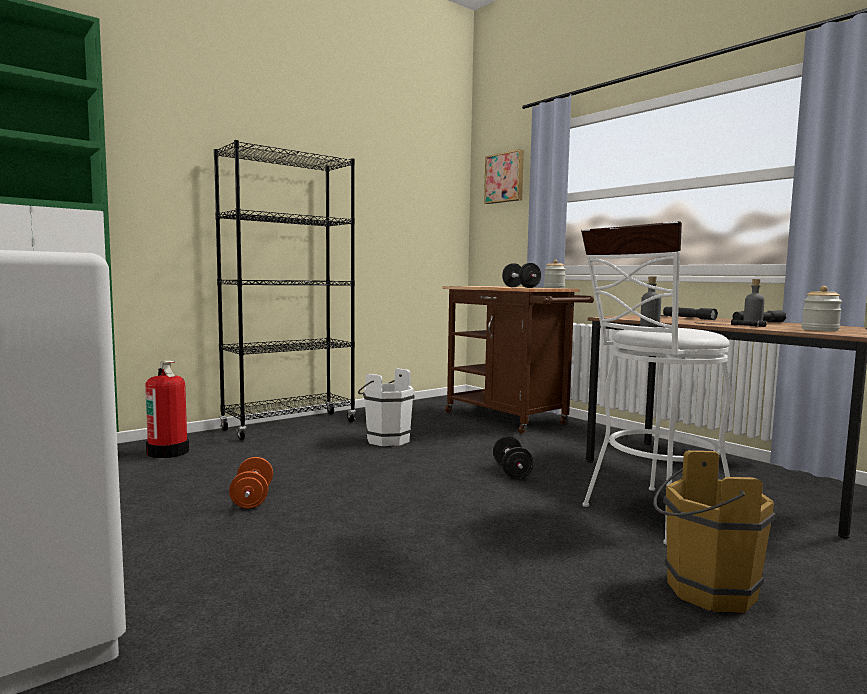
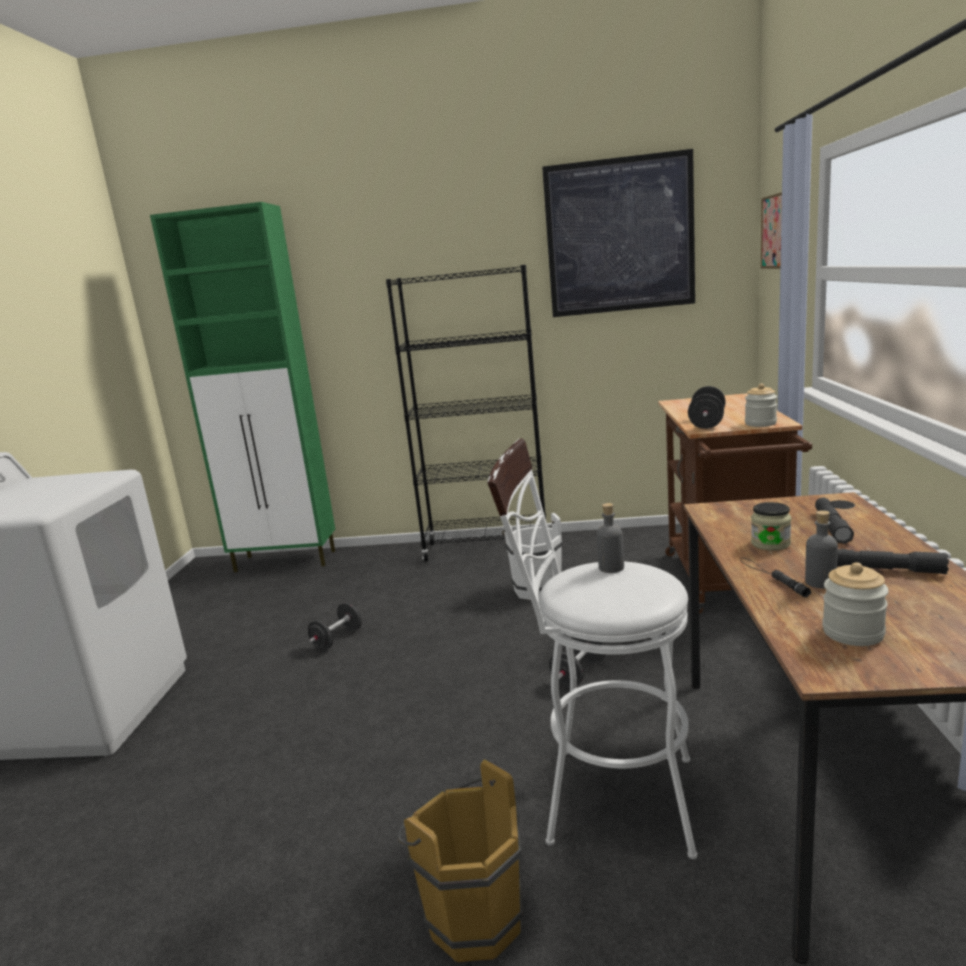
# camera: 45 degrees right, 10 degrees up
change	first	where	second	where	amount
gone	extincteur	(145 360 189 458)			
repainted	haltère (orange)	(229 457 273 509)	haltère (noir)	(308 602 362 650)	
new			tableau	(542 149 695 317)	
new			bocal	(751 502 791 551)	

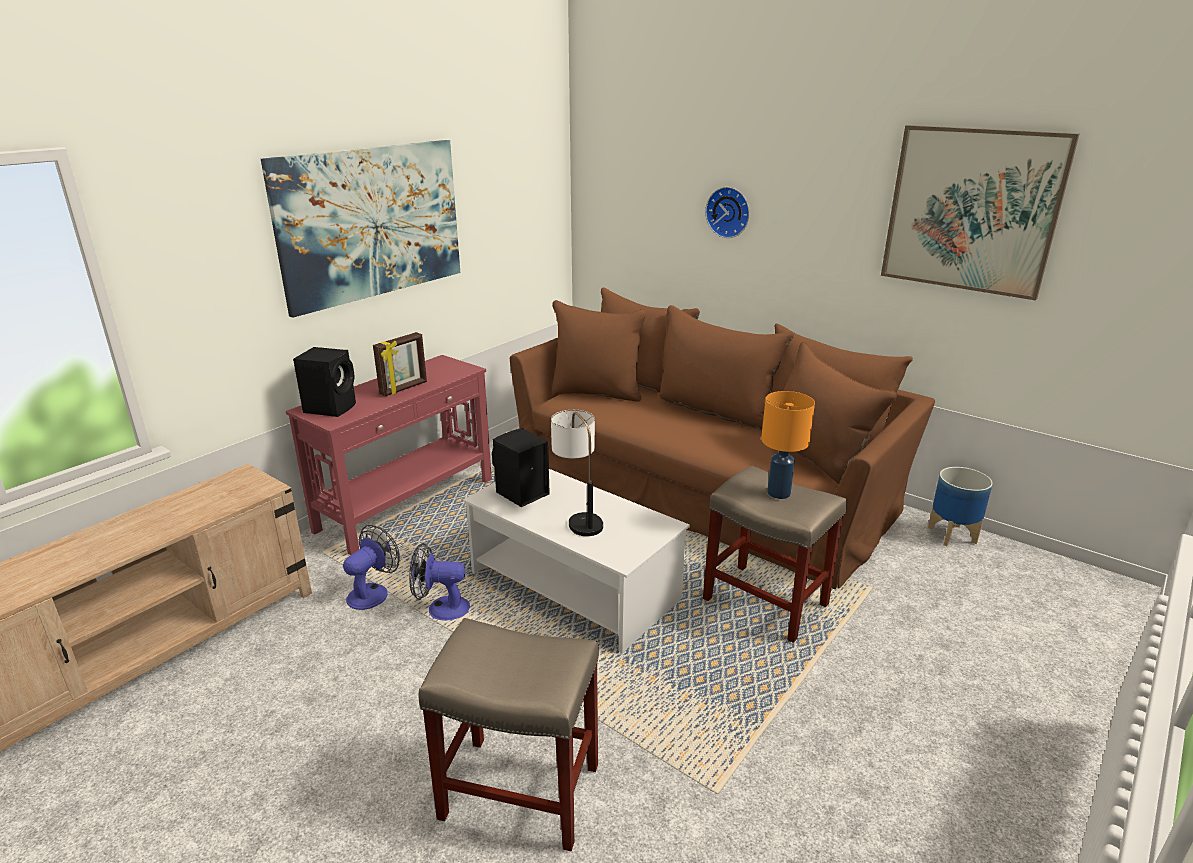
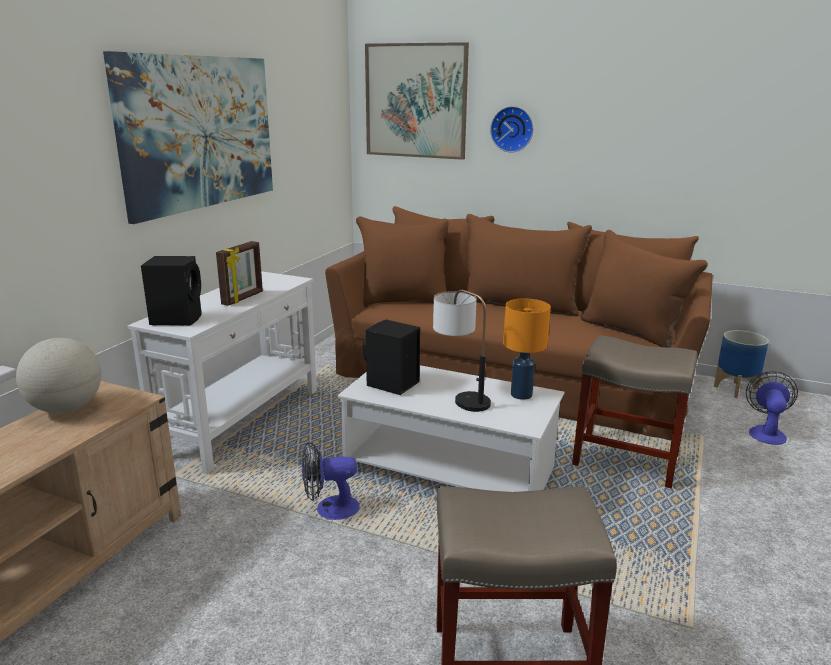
# camera: 15 degrees left, 5 degrees down
change	first	where	second	where	amount
repainted	table console (rouge)	(286 355 492 555)	table console (blanc)	(128 271 317 474)	
shifted	ventilateur	(343 525 400 610)		(746 371 798 445)	
shifted	lampe de table (orange)	(761 391 815 499)		(503 299 551 400)	
shifted	tableau	(881 125 1079 300)		(365 42 469 160)	
new			globe	(16 338 101 413)	

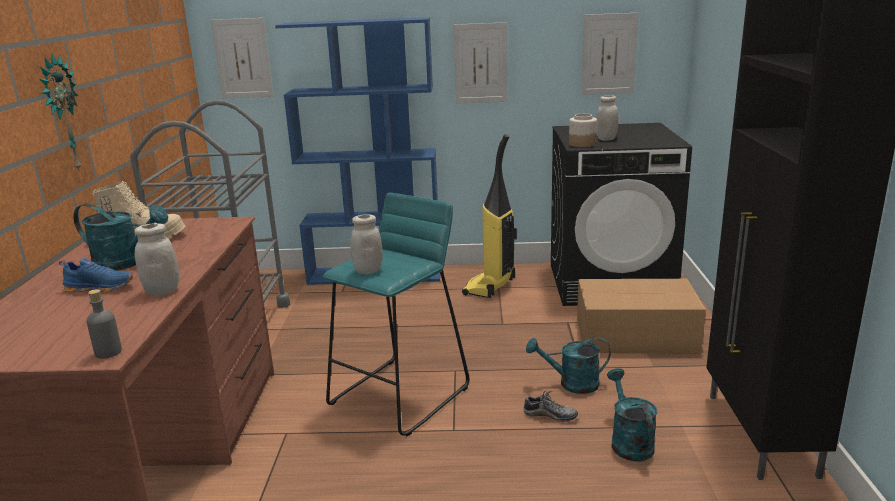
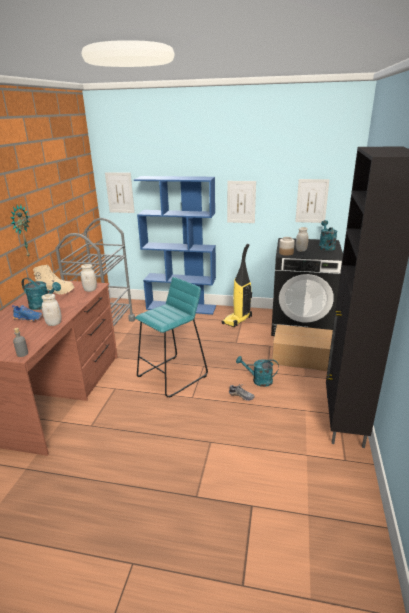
# camera: 10 degrees right, 5 degrees up
change	first	where	second	where	amount
shifted	bocal (blanc)	(350 214 383 274)		(81 264 97 292)	
shifted	arrosoir (turquoise)	(607 368 657 462)		(319 220 337 251)	

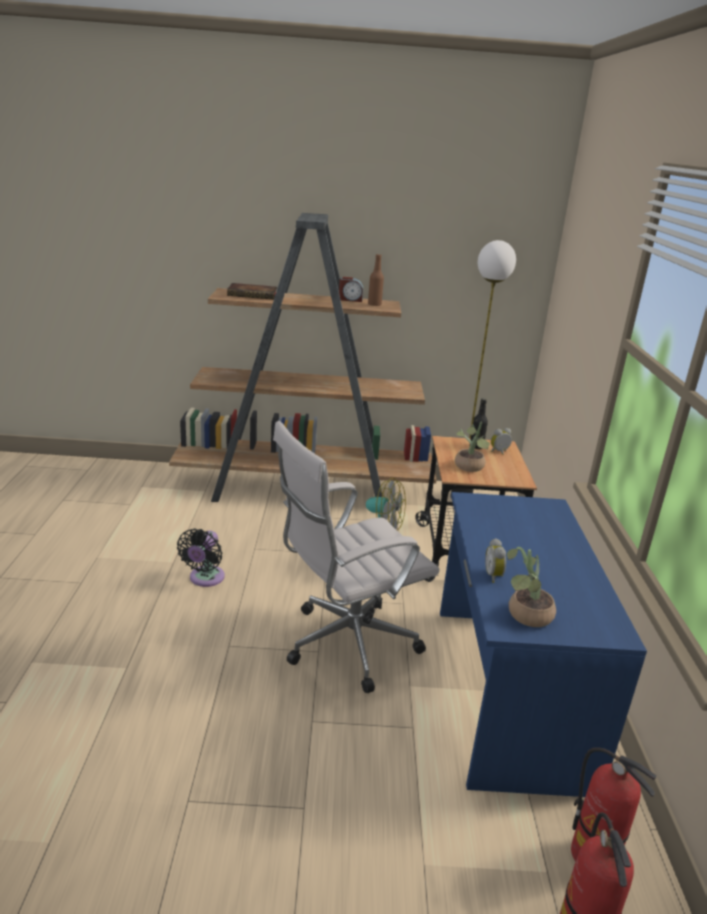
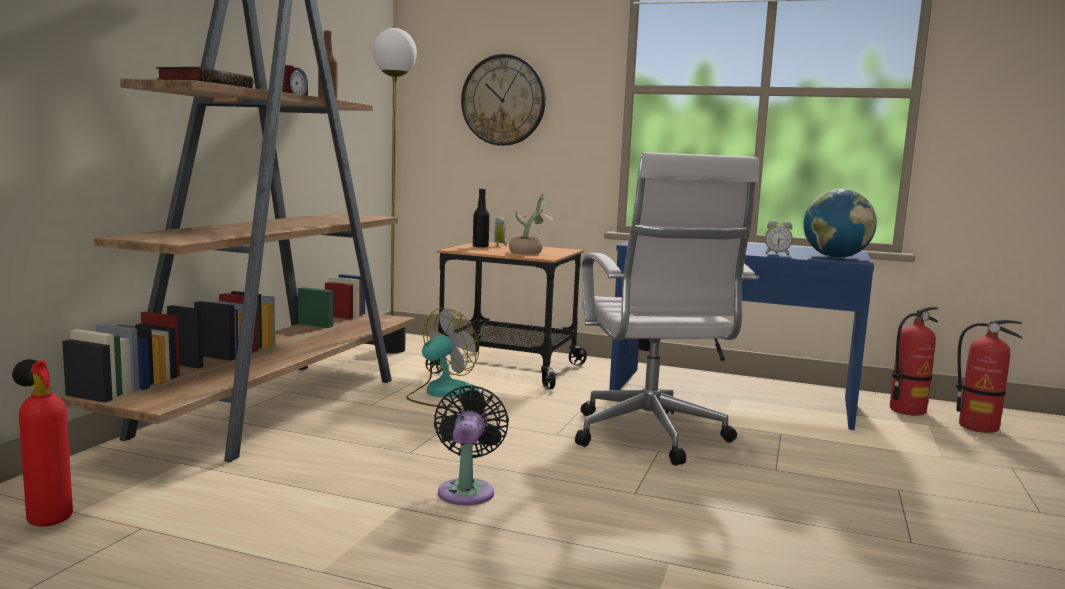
# camera: 70 degrees left, 15 degrees down
change	first	where	second	where	amount
rotated	ventilateur (noir)	(177 529 225 587)		(434 385 509 506)	120 degrees counterclockwise
swapped	plante en pot	(507 547 556 627)	globe	(803 189 877 258)	
new			extincteur	(12 359 73 526)	
new			horloge murale	(461 54 546 146)	

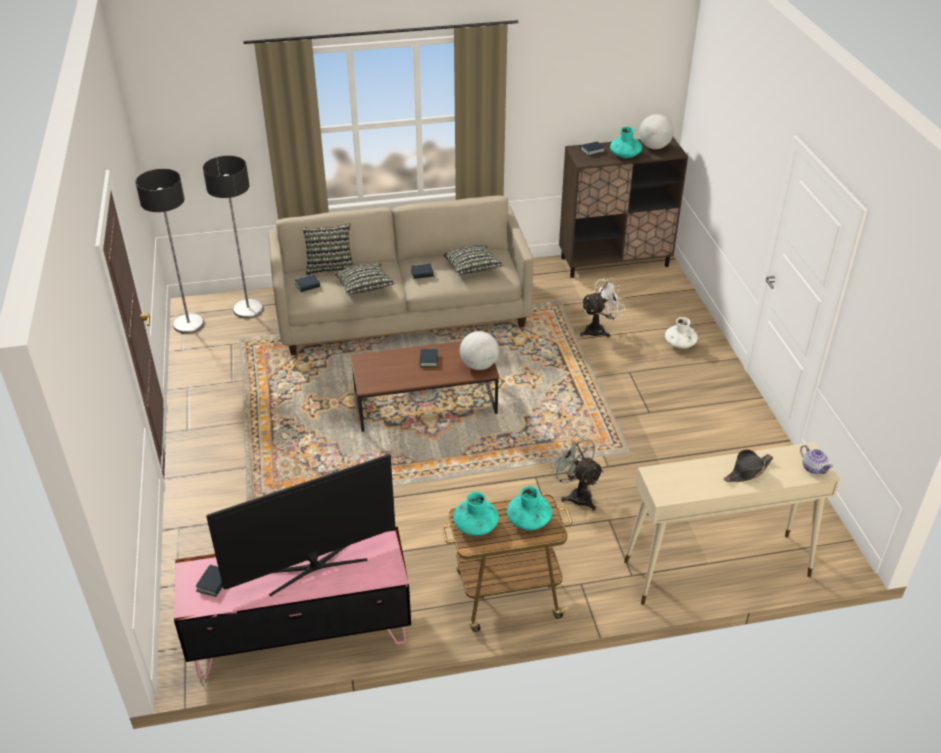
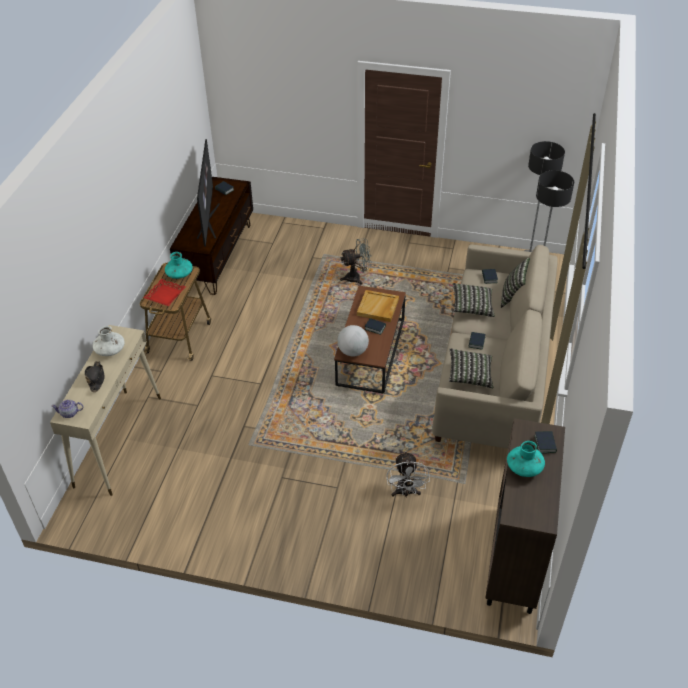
# camera: 115 degrees right, 5 degrees up
change	first	where	second	where	amount
repainted	meuble télé (rose)	(174 527 411 677)	meuble télé (marron)	(170 177 253 295)	
swapped	vase (turquoise)	(507 486 552 530)	plateau (rouge)	(144 279 186 306)	
shifted	ventilateur (gris)	(549 434 603 511)		(340 239 372 284)	
gone	globe	(639 114 674 149)			
shifted	vase (blanc)	(665 317 698 349)		(93 326 125 356)	
new			plateau (beige)	(357 290 399 322)	

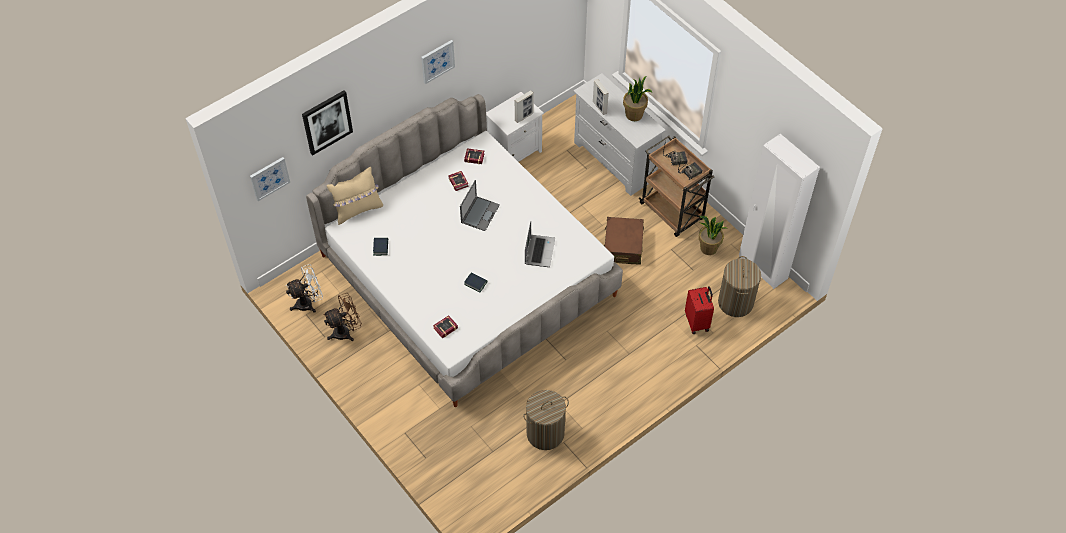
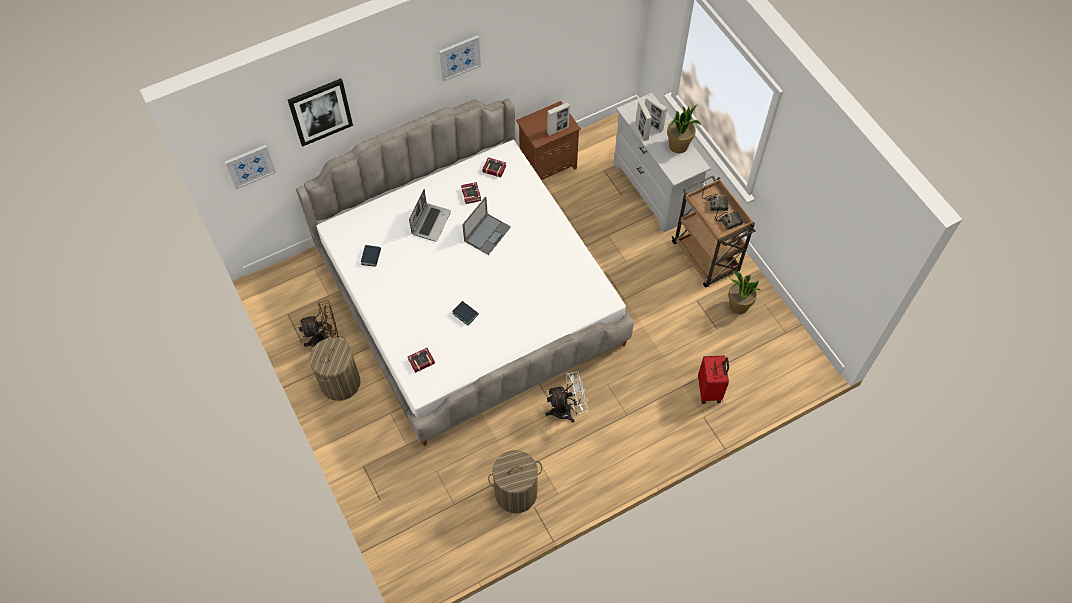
# camera: 10 degrees right, 5 degrees up
change	first	where	second	where	amount
shifted	ventilateur (blanc)	(286 264 323 313)		(545 371 588 423)	
gone	coussin (beige)	(327 167 383 225)			
repainted	table de chevet (blanc)	(486 92 544 162)	table de chevet (marron)	(516 101 581 180)	
shifted	ordinateur portable	(525 222 555 267)		(409 189 451 242)	
gone	valise (marron)	(604 217 644 265)			
shifted	panier à linge	(718 256 761 317)		(309 335 360 401)	
gone	armoire (blanc)	(739 134 820 289)			
new			cadre photo	(645 96 667 133)	

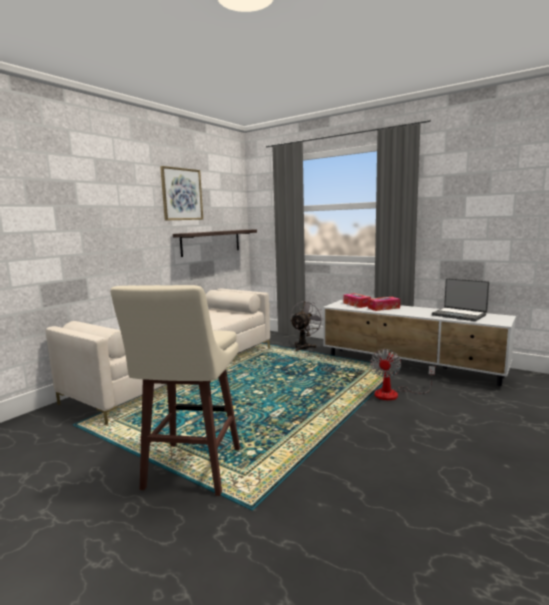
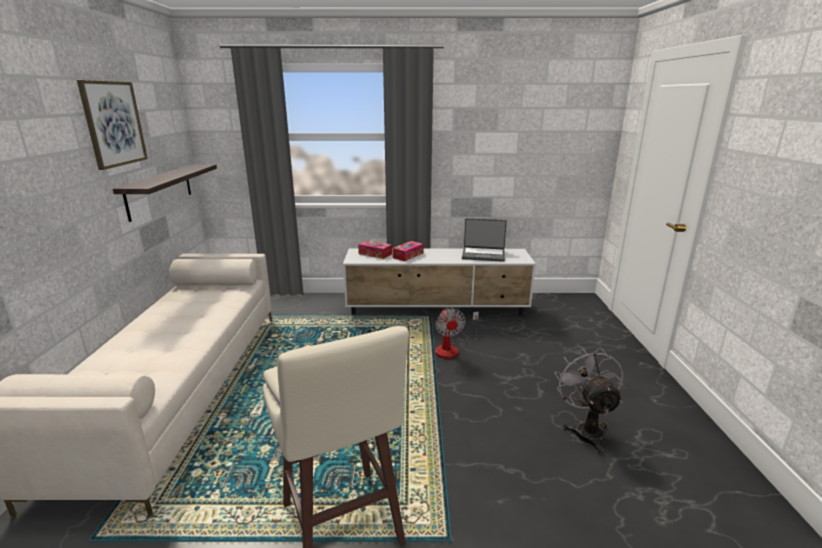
# camera: 35 degrees left, 10 degrees up
change	first	where	second	where	amount
shifted	ventilateur (gris)	(290 301 323 351)		(555 347 623 455)	

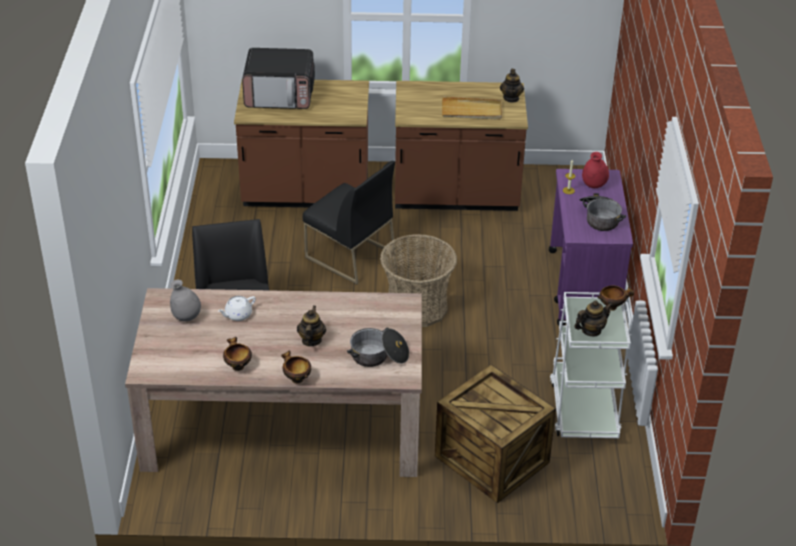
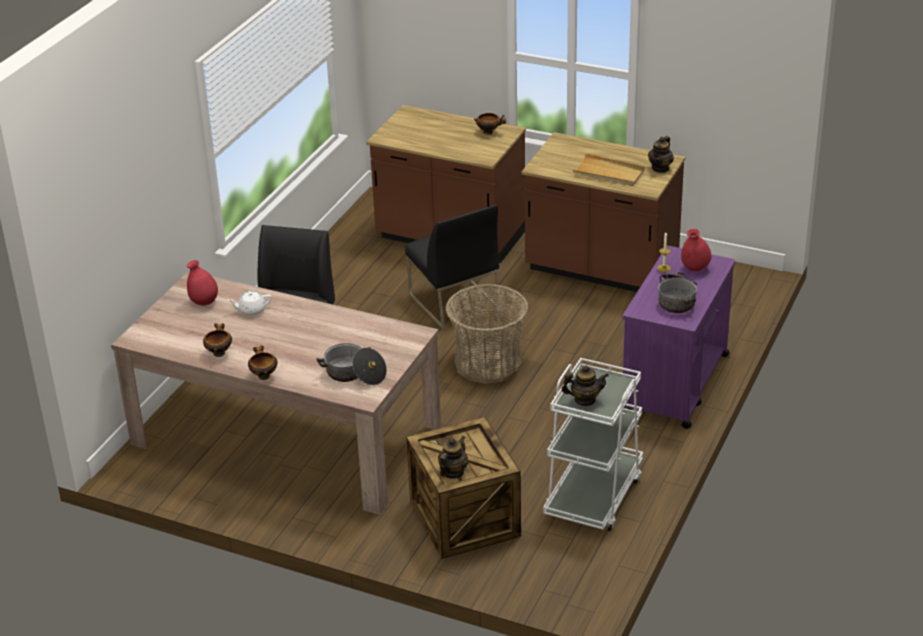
# camera: 25 degrees right, 5 degrees down
change	first	where	second	where	amount
repainted	vase (gris)	(170 280 201 322)	vase (rouge)	(187 260 218 306)	
gone	micro-ondes	(242 48 315 109)			
shifted	théière	(297 305 326 346)		(438 436 468 479)	
shifted	bol	(597 285 634 311)		(474 113 506 135)	

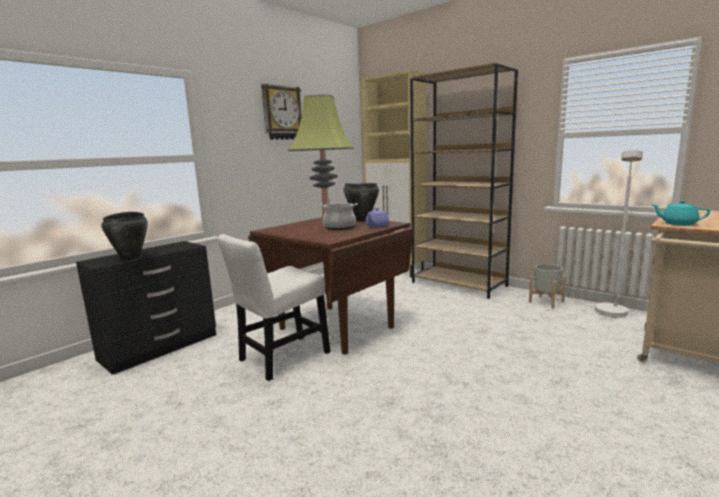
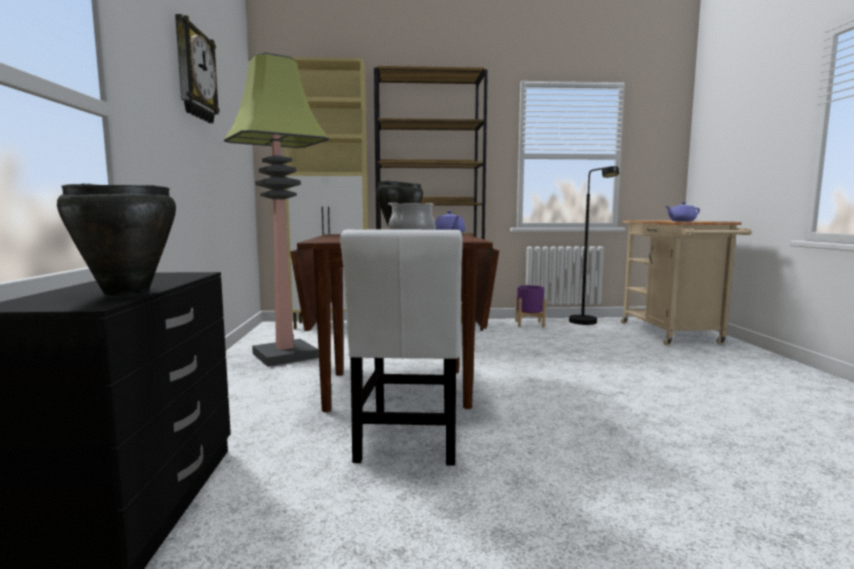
# camera: 45 degrees left, 5 degrees down
change	first	where	second	where	amount
repainted	cache-pot (gris)	(529 264 566 309)	cache-pot (violet)	(515 285 546 327)	
repainted	lampadaire (blanc)	(595 149 643 318)	lampadaire (noir)	(569 166 619 325)	
repainted	théière (turquoise)	(651 200 710 225)	théière (violet)	(665 202 700 222)	

